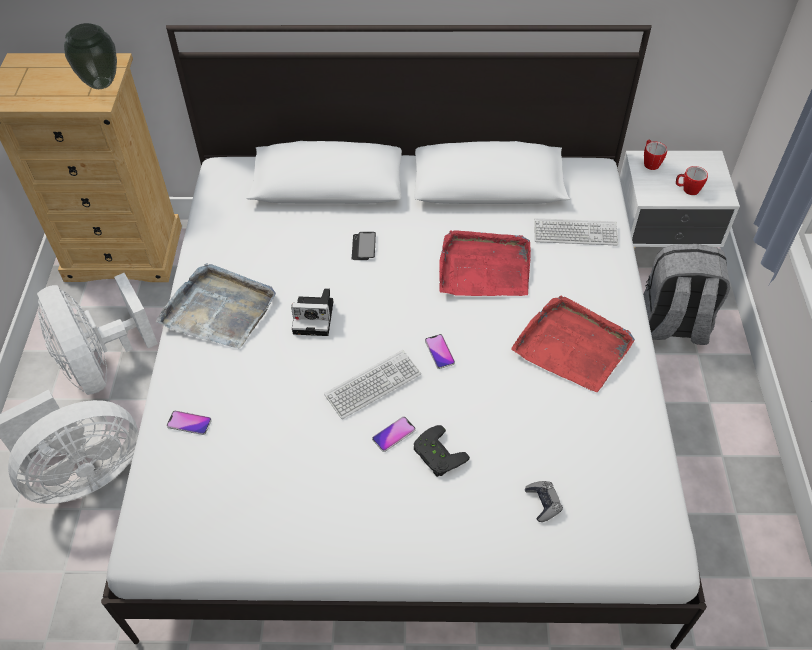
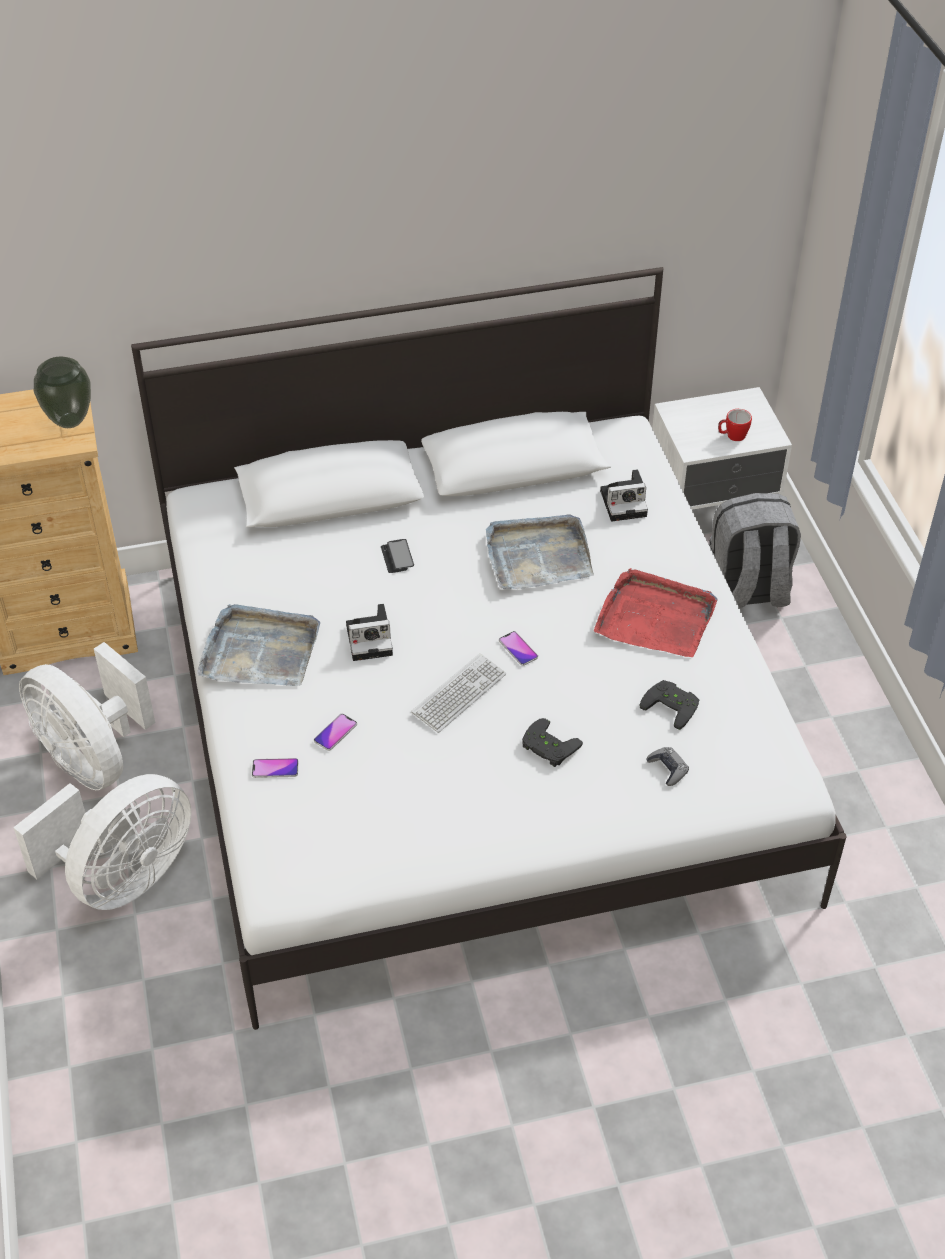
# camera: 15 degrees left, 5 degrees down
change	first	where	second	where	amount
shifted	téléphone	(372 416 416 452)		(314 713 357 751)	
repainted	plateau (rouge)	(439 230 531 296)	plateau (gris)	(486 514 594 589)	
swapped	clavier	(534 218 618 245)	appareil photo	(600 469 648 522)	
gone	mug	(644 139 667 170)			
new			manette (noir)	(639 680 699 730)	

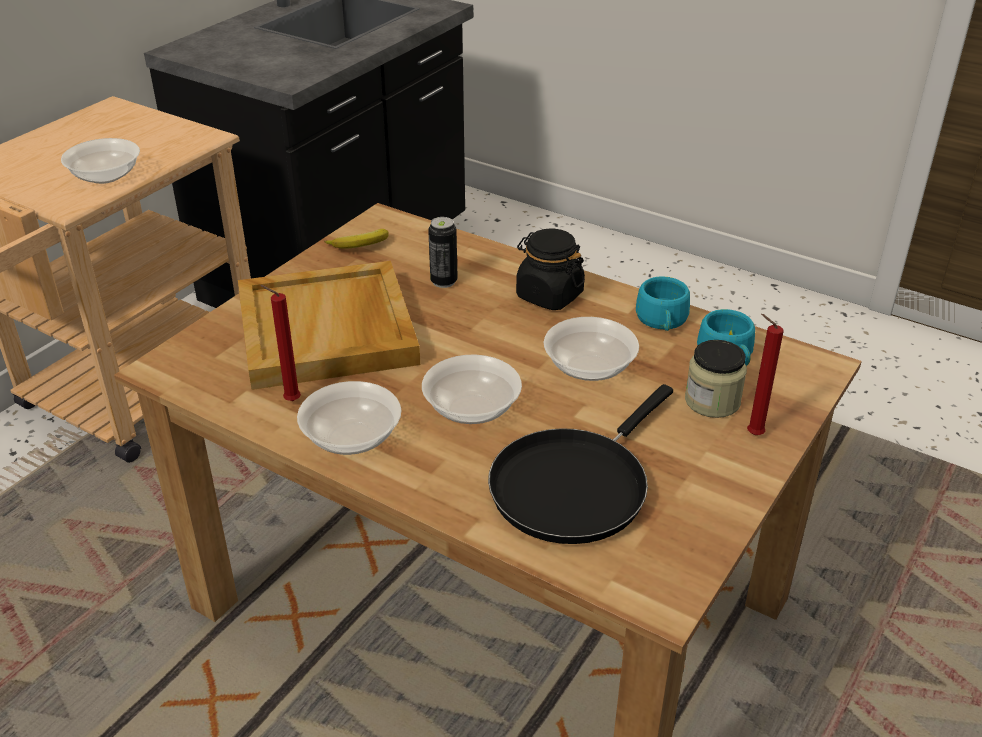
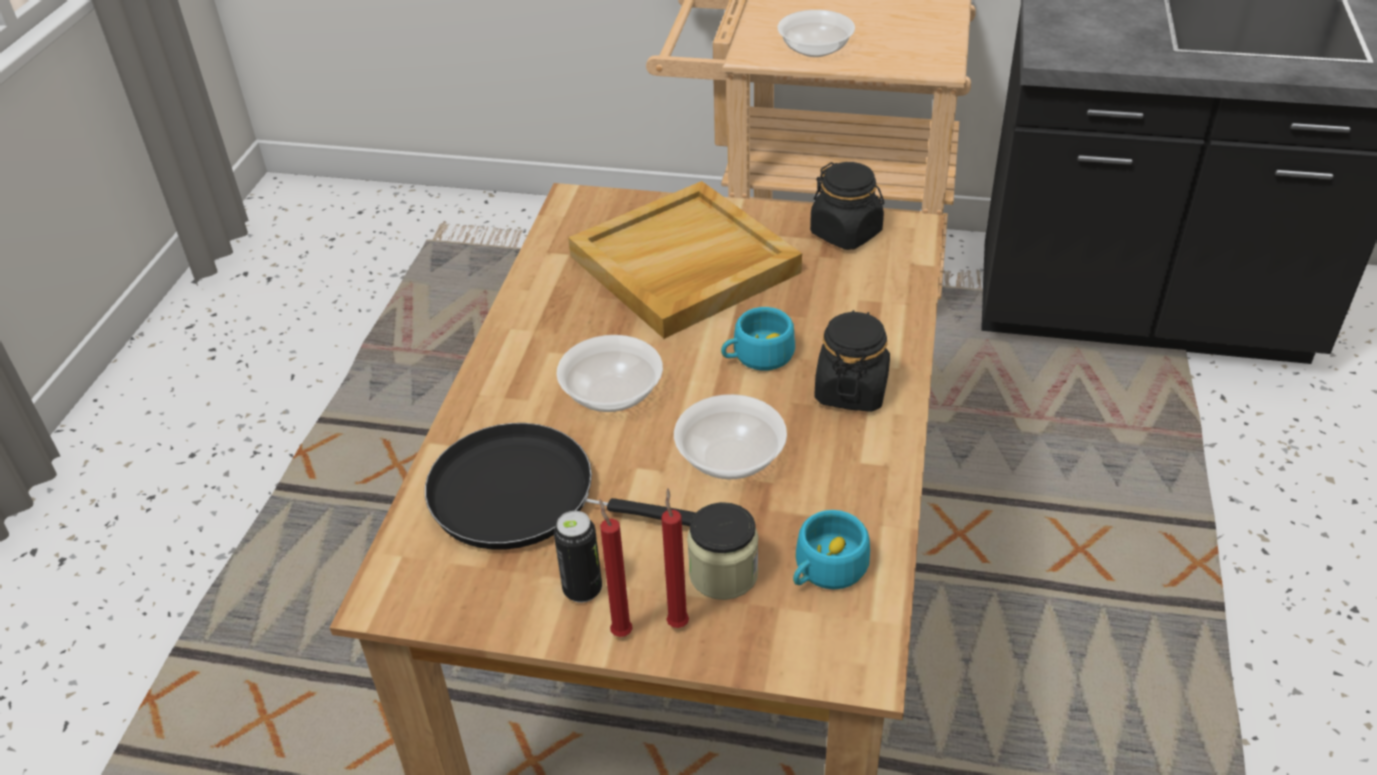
# camera: 70 degrees right, 5 degrees up
change	first	where	second	where	amount
shifted	bougie (rouge)	(260 285 301 401)		(599 499 633 637)	
gone	bol	(297 381 401 455)			
swapped	banane	(324 229 389 249)	bocal (noir)	(810 162 884 250)	
shifted	boîte métallique	(428 217 458 288)		(554 511 602 603)	
shifted	tasse (turquoise)	(636 276 690 331)		(721 307 795 371)	

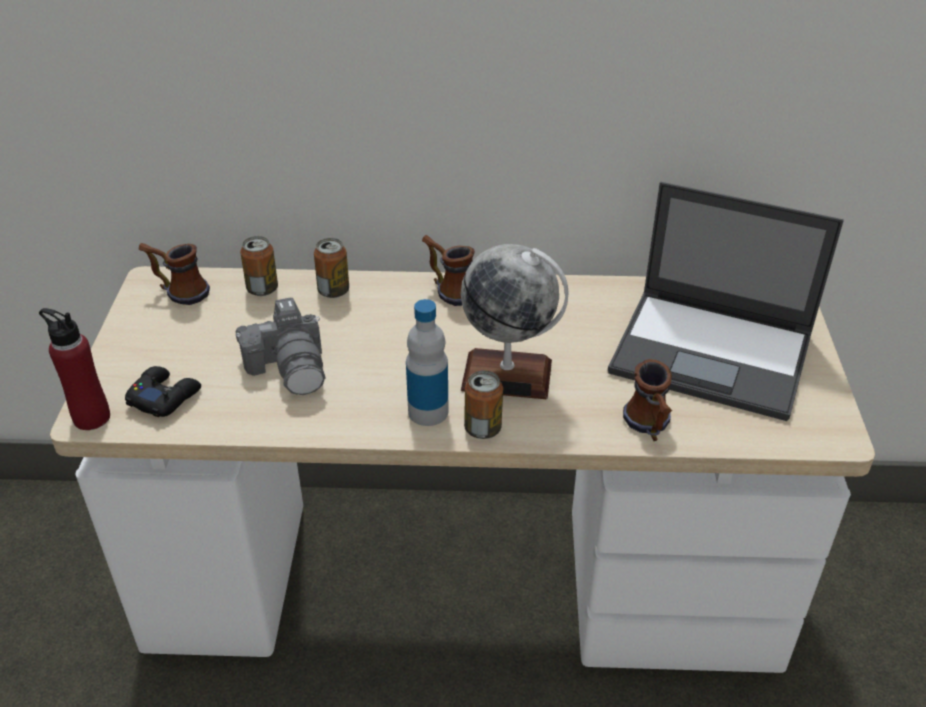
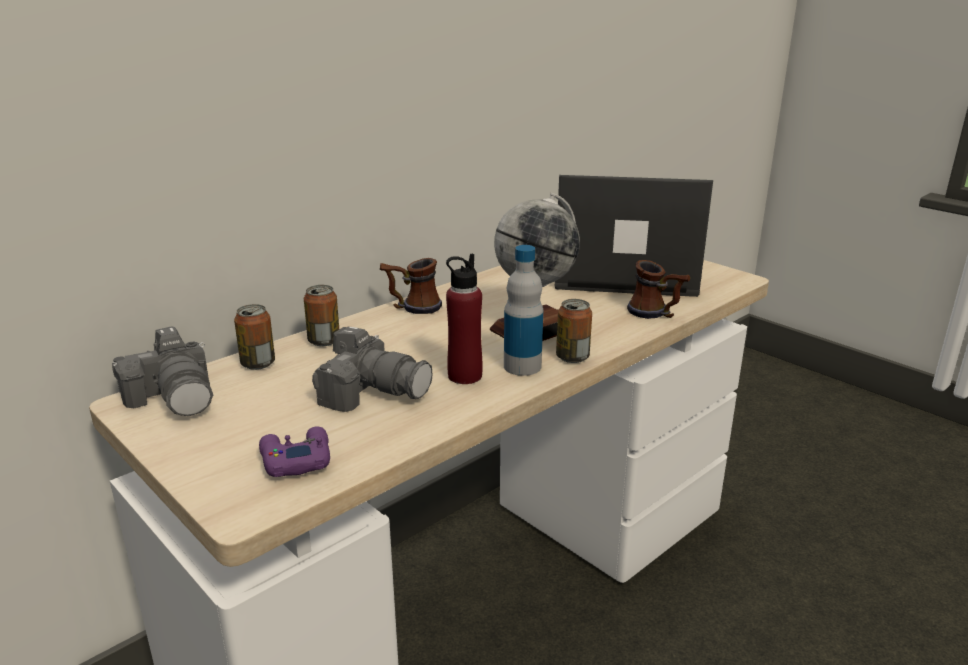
# camera: 45 degrees left, 15 degrees down
change	first	where	second	where	amount
shifted	bouteille (rouge)	(39 308 110 430)		(446 254 483 384)	
repainted	manette (noir)	(125 366 201 417)	manette (violet)	(259 426 330 477)	
swapped	mug	(139 243 210 305)	appareil photo	(112 326 213 416)	
rotated	ordinateur portable	(608 182 844 421)		(555 175 713 297)	150 degrees counterclockwise

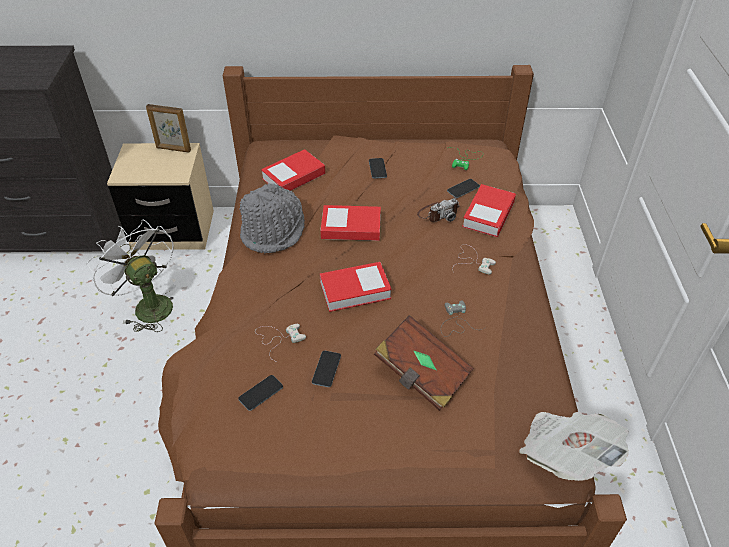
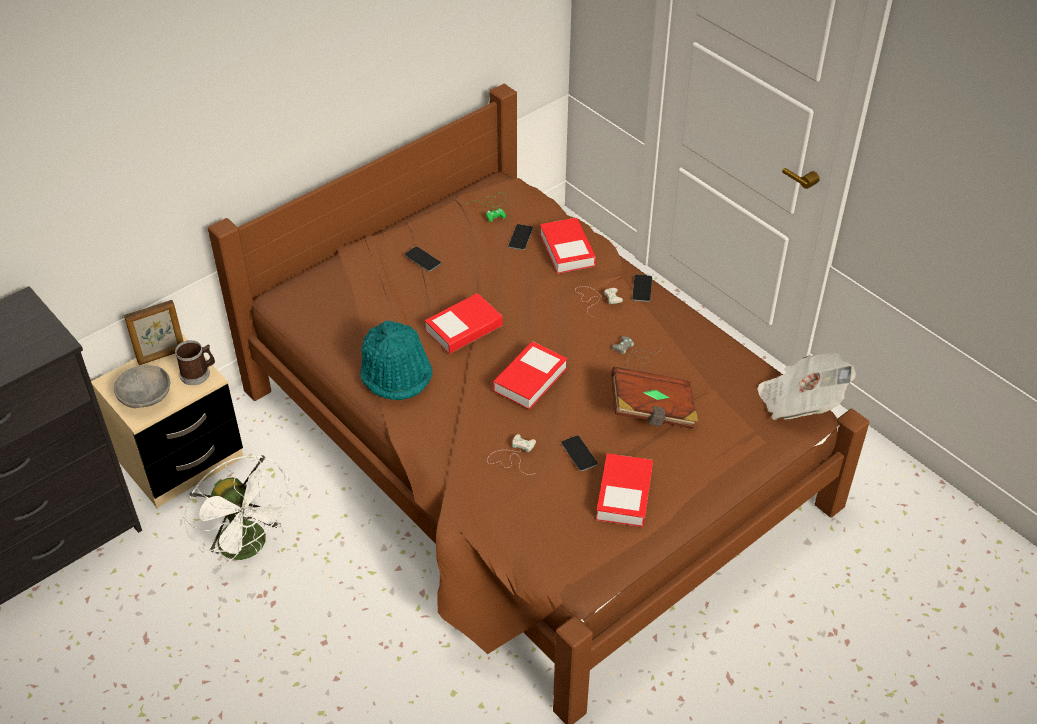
# camera: 40 degrees left, 0 degrees up
change	first	where	second	where	amount
rotated	ventilateur (blanc)	(86 219 176 332)		(184 455 296 575)	135 degrees counterclockwise
shifted	téléphone	(238 375 283 411)		(632 275 652 302)	
repainted	chapeau (gris)	(239 183 305 253)	chapeau (turquoise)	(360 320 433 400)	
shifted	livre	(261 149 325 191)		(596 453 653 527)	
gone	appareil photo	(417 198 459 222)			
new			bol (gris)	(114 366 170 408)	
new			mug	(175 340 215 385)	

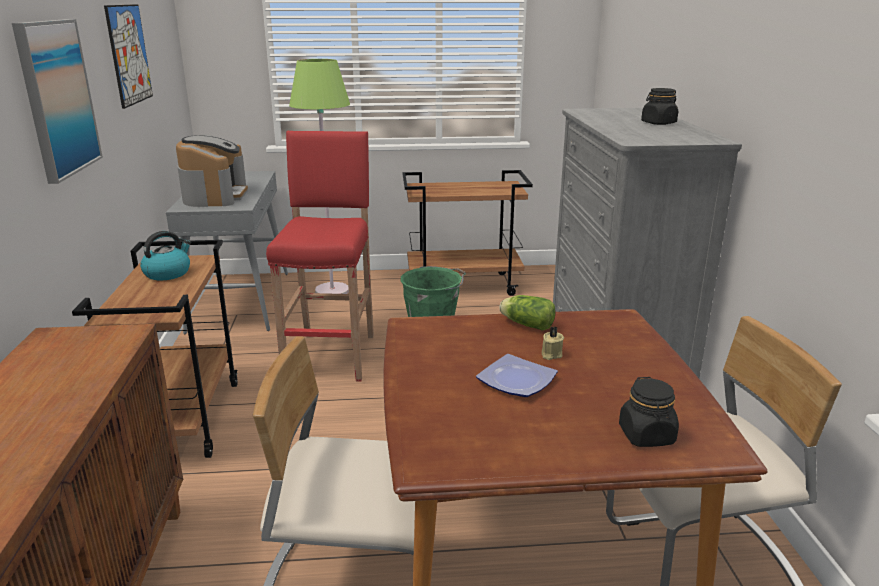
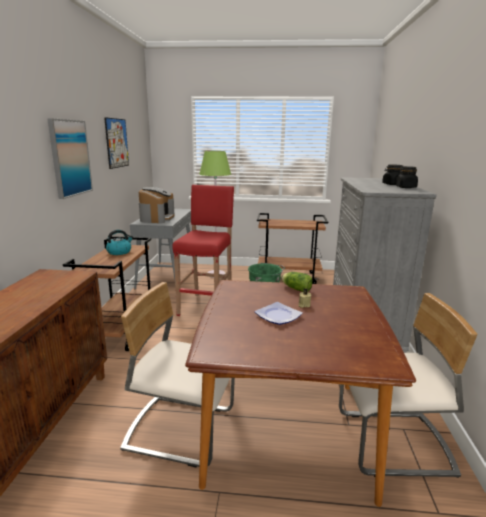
# camera: 10 degrees right, 5 degrees down
change	first	where	second	where	amount
shifted	bocal (noir)	(619 377 679 447)		(395 166 418 188)	

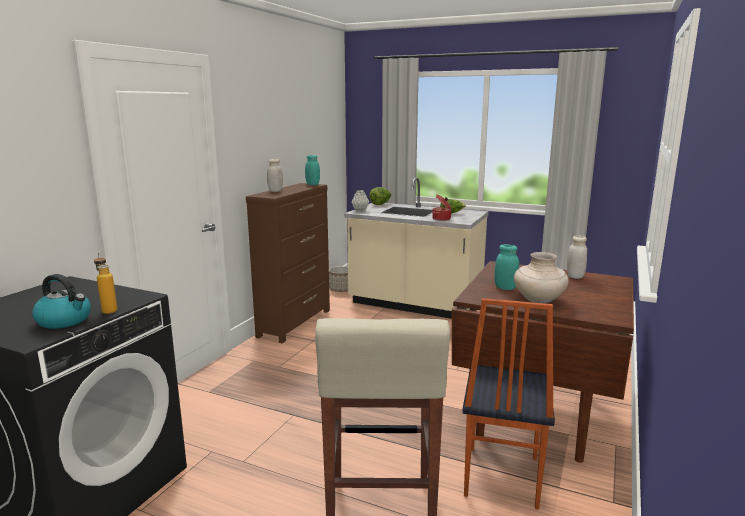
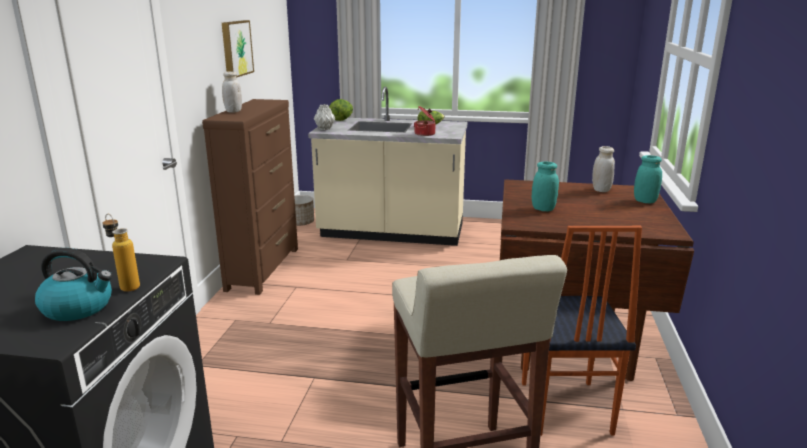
# camera: 15 degrees left, 5 degrees up
change	first	where	second	where	amount
shifted	bocal (turquoise)	(305 155 320 185)		(634 155 662 203)	
gone	vase (beige)	(514 252 568 303)			
new			tableau	(222 20 254 78)	

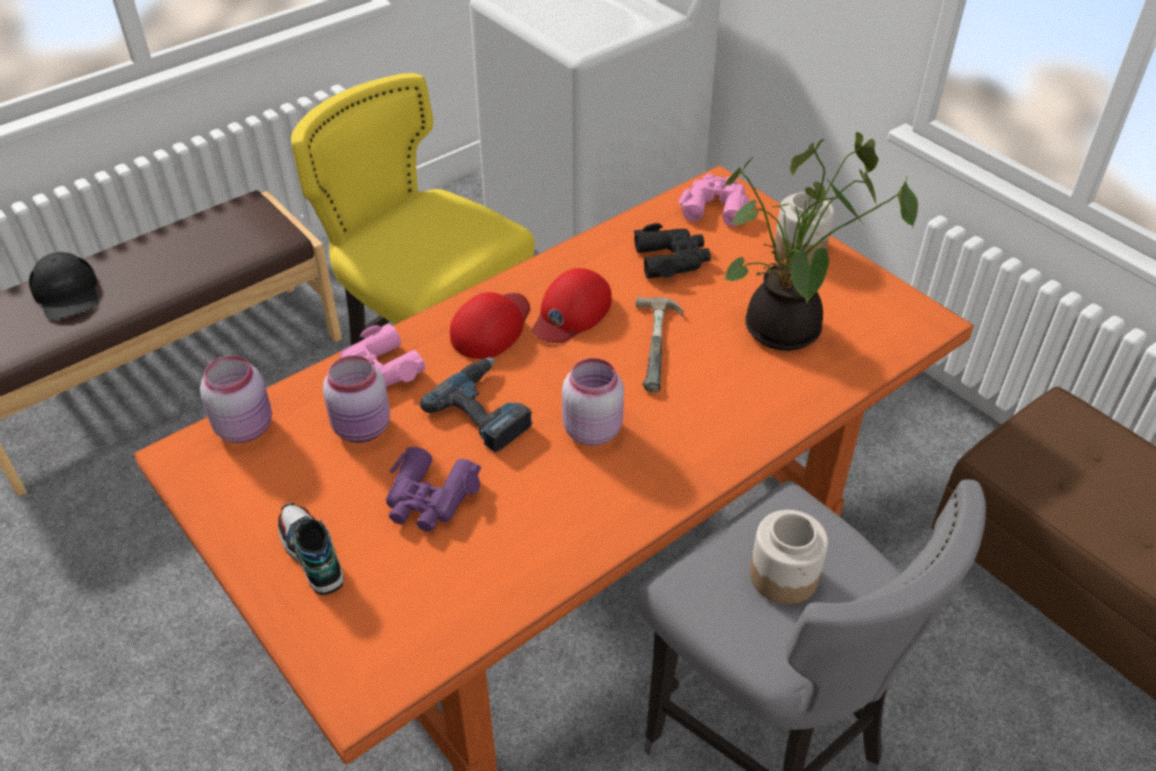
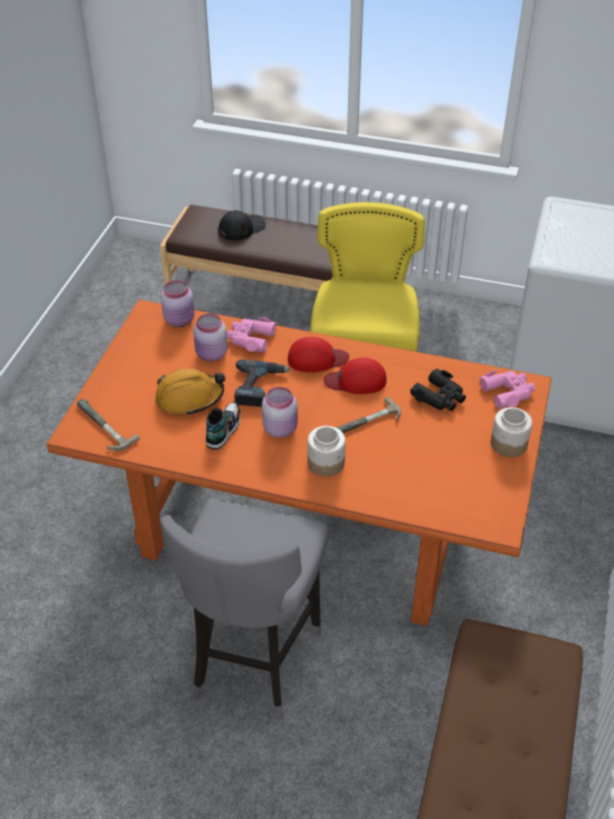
# camera: 55 degrees right, 0 degrees up
change	first	where	second	where	amount
rotated	casquette (noir)	(29 252 99 320)		(219 210 266 240)	150 degrees counterclockwise
shifted	chaussure	(278 502 344 595)		(206 402 241 450)	
swapped	jumelles (violet)	(386 447 481 532)	casque de chantier (orange)	(155 368 225 416)	
gone	plante en pot	(723 132 918 351)			
shifted	bocal	(750 510 828 604)		(307 426 346 477)	
new			marteau	(77 399 140 451)	

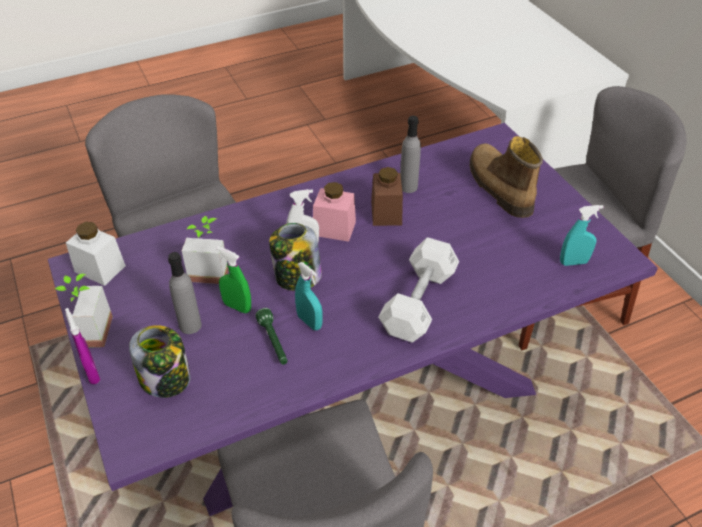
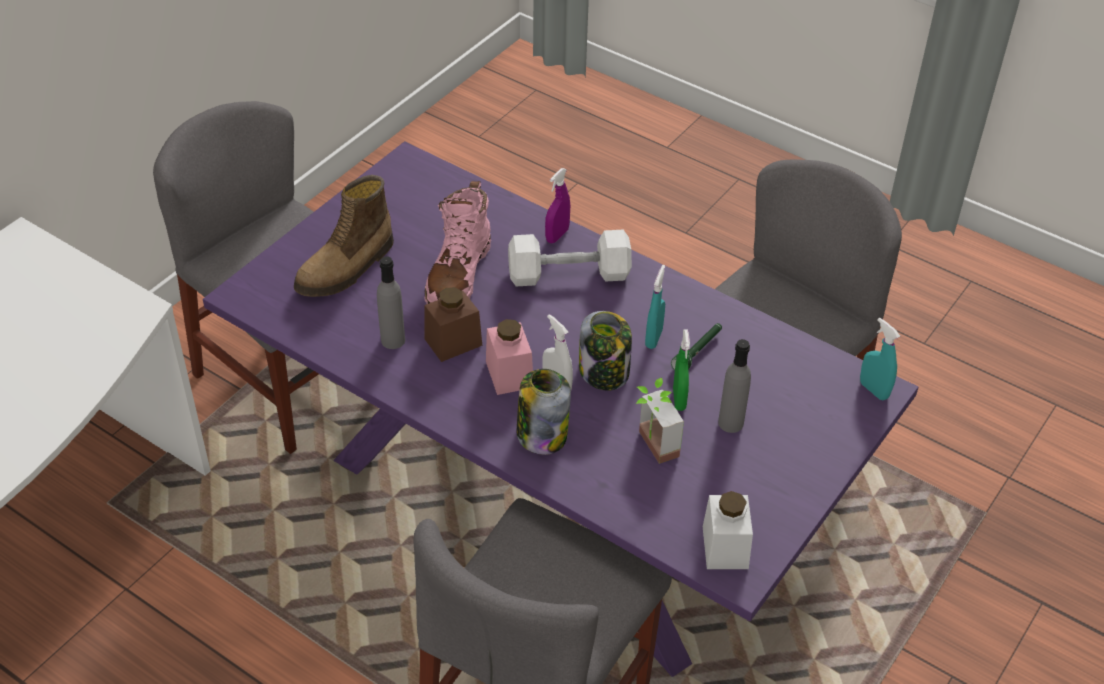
# camera: 120 degrees left, 0 degrees up
change	first	where	second	where	amount
gone	plante en pot	(55 274 113 347)			
shifted	vaporisateur (violet)	(65 308 100 384)		(545 168 570 243)	
shifted	bocal	(129 325 191 398)		(517 369 571 455)	
shifted	vaporisateur (turquoise)	(560 205 604 266)		(860 317 900 400)	
new			botte (rose)	(424 181 491 304)	

